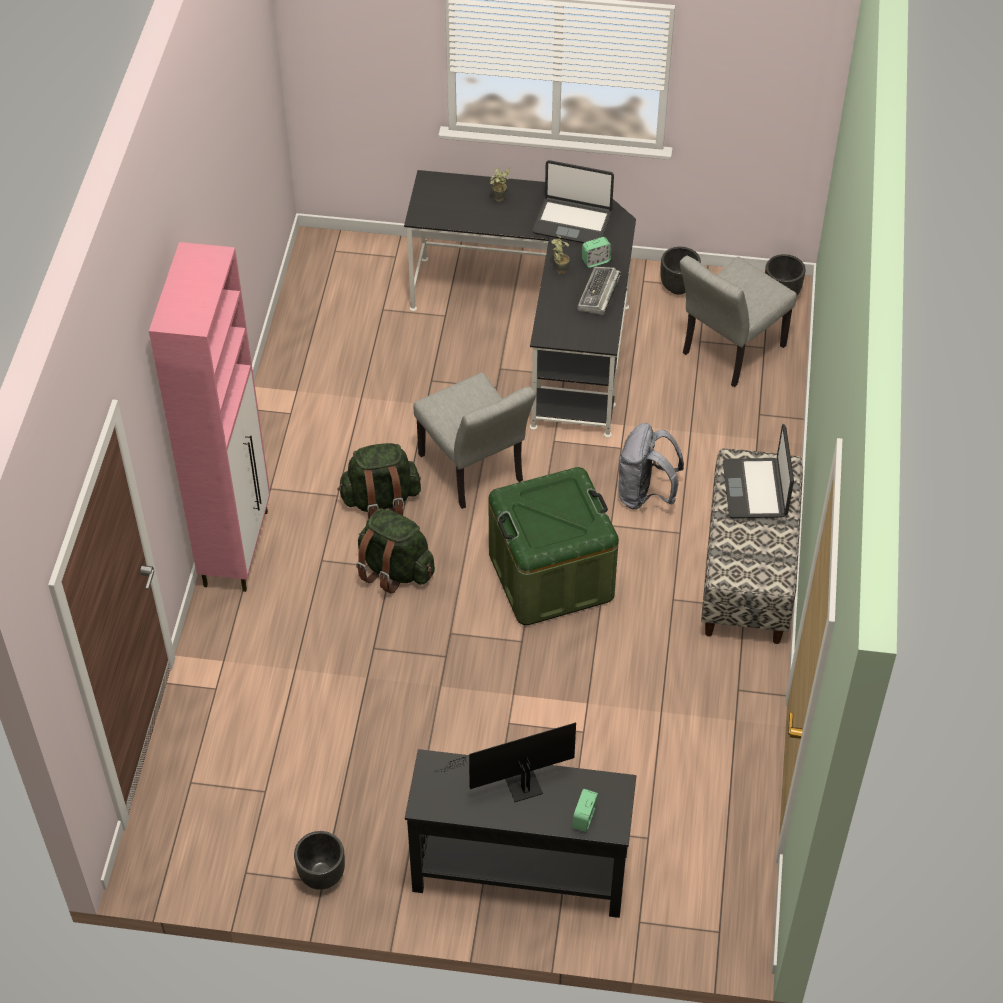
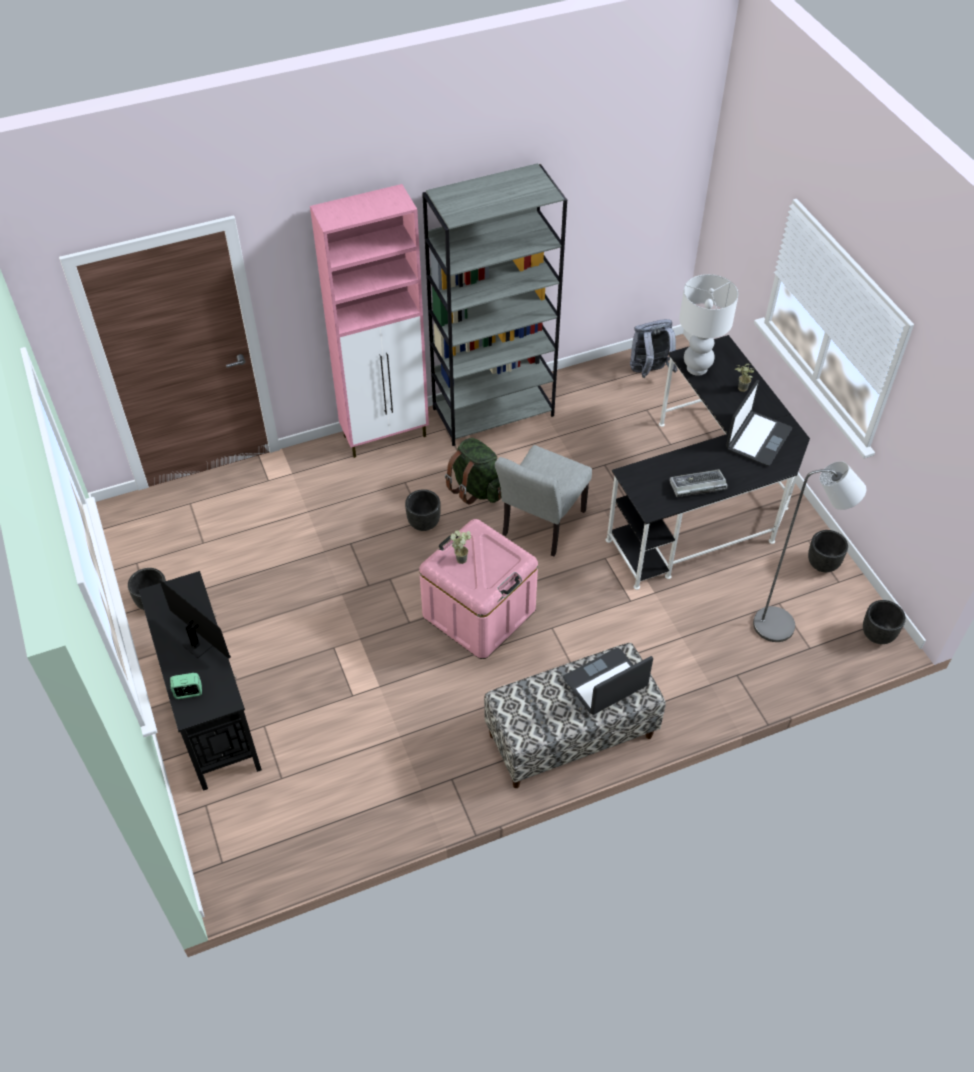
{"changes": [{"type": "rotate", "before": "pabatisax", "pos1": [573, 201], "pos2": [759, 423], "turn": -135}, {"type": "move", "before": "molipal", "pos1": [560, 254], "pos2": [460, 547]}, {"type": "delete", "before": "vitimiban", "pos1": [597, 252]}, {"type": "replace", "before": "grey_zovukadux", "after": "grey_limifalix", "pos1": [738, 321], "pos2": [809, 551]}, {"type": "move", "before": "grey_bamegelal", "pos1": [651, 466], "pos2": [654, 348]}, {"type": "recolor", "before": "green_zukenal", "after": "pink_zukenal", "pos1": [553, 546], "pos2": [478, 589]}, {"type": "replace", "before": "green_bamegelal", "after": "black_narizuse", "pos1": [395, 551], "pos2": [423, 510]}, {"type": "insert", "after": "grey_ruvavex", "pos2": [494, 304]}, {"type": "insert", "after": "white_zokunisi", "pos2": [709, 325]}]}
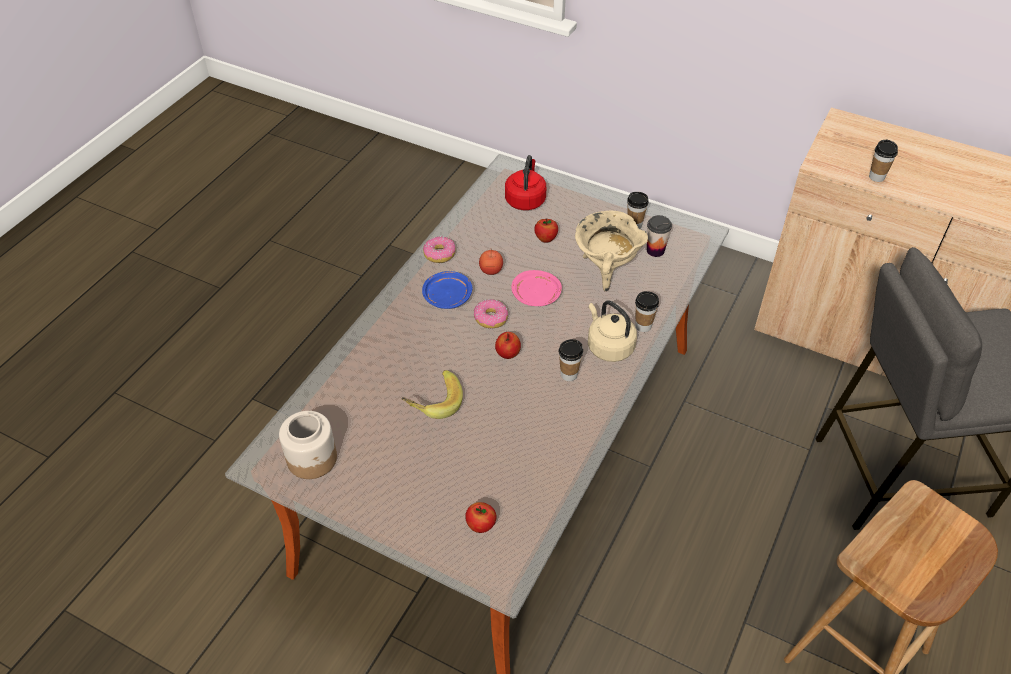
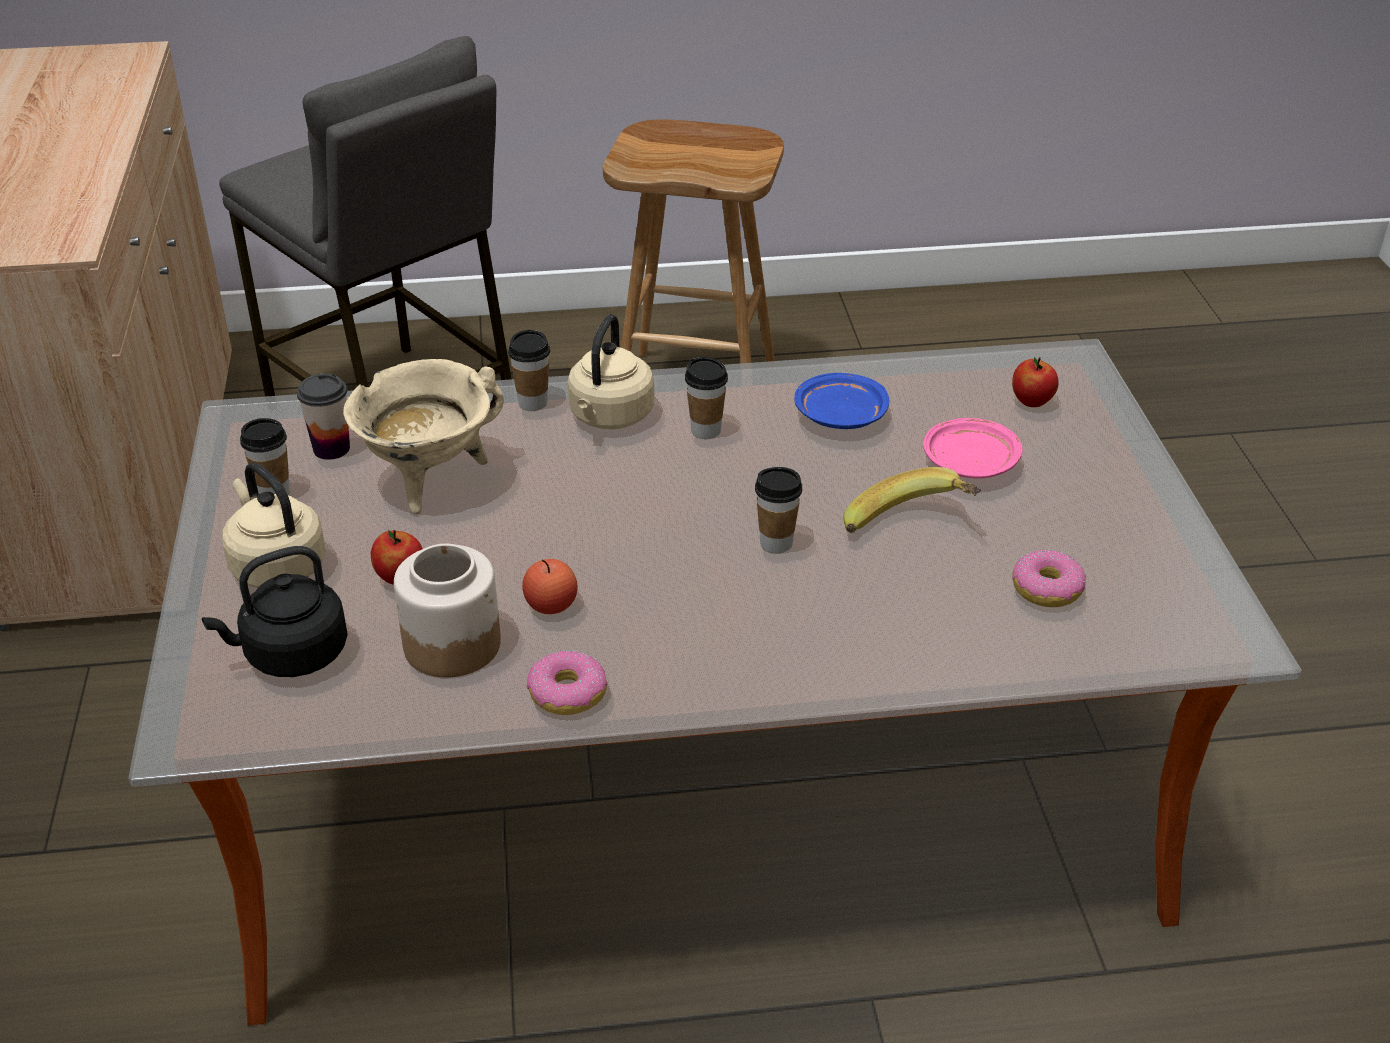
{"changes": [{"type": "move", "before": "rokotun", "pos1": [883, 161], "pos2": [778, 510]}, {"type": "recolor", "before": "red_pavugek", "after": "black_pavugek", "pos1": [525, 182], "pos2": [275, 611]}, {"type": "move", "before": "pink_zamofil", "pos1": [536, 288], "pos2": [973, 448]}, {"type": "move", "before": "blue_zamofil", "pos1": [447, 290], "pos2": [841, 401]}, {"type": "move", "before": "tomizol", "pos1": [491, 313], "pos2": [1049, 578]}, {"type": "delete", "before": "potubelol", "pos1": [508, 345]}, {"type": "move", "before": "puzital", "pos1": [308, 445], "pos2": [447, 611]}, {"type": "insert", "after": "beige_pavugek", "pos2": [274, 525]}]}
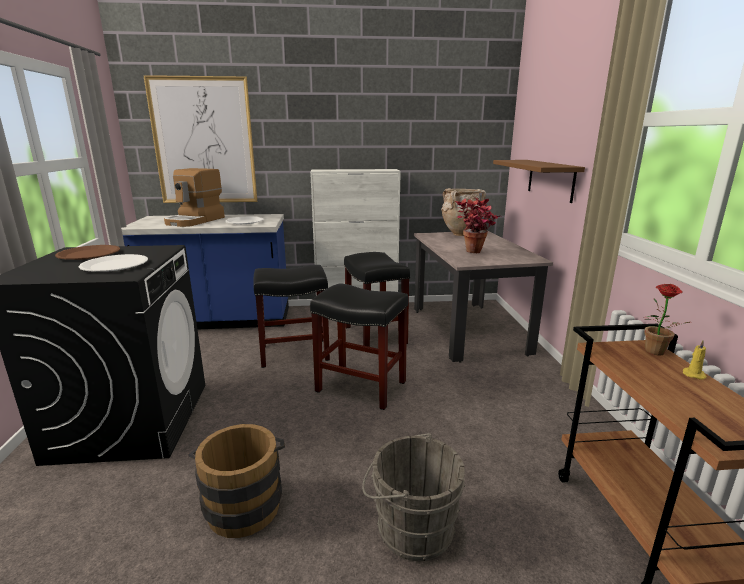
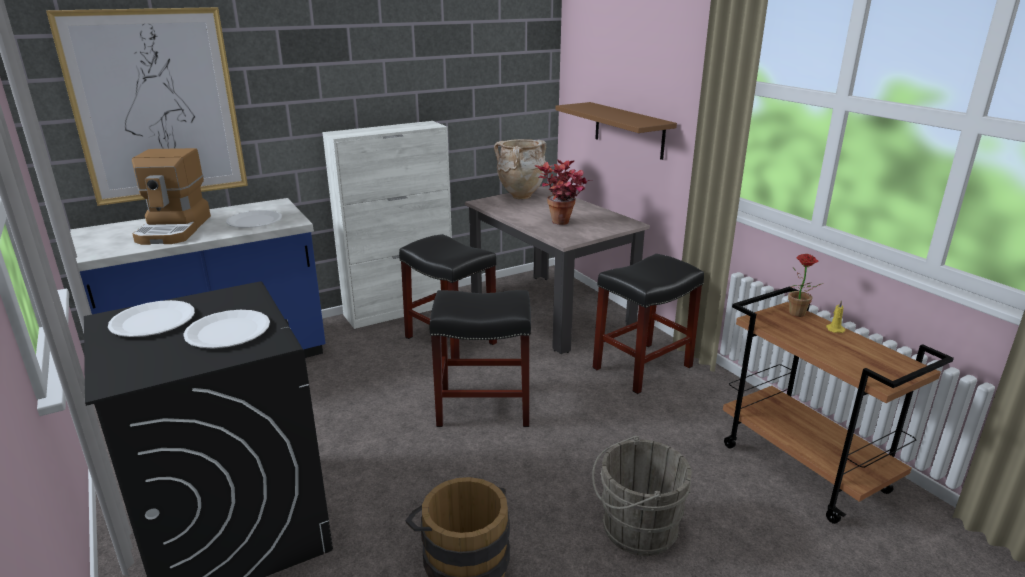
{"changes": [{"type": "recolor", "before": "brown_zamofil", "after": "white_zamofil", "pos1": [87, 252], "pos2": [151, 318]}, {"type": "move", "before": "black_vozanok", "pos1": [291, 316], "pos2": [648, 324]}]}
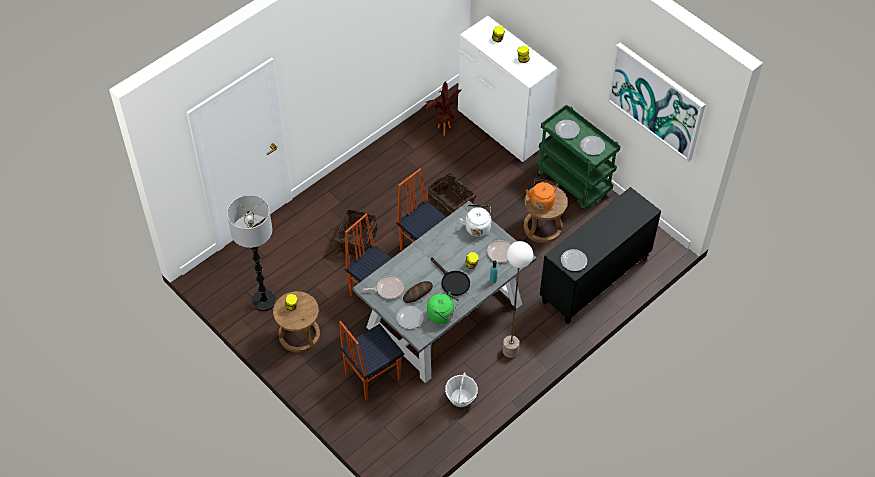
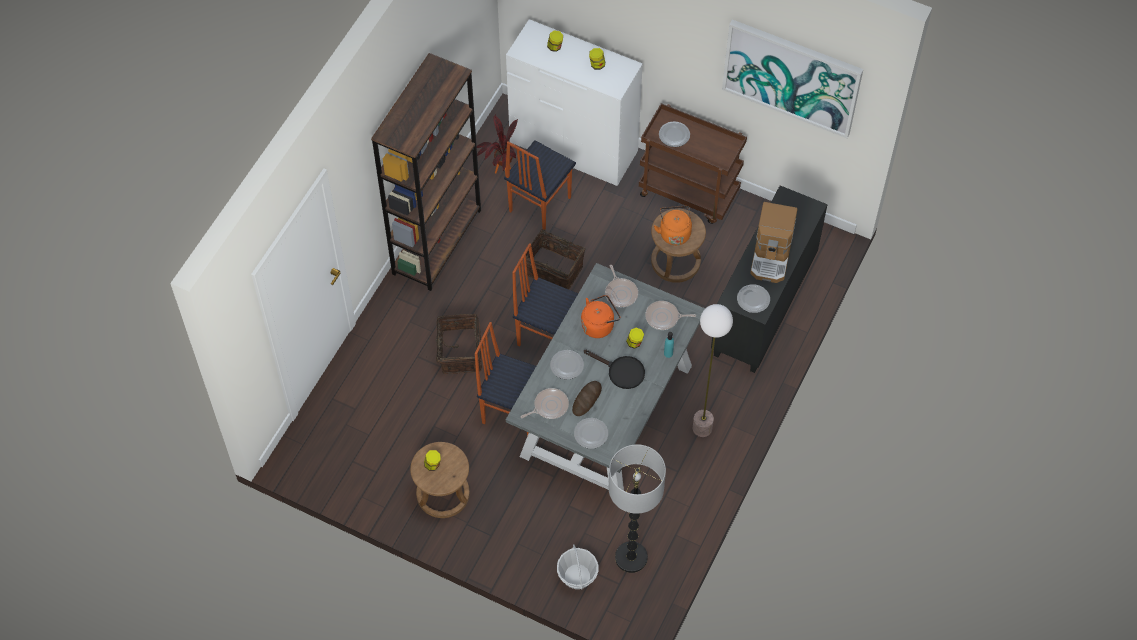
{"changes": [{"type": "recolor", "before": "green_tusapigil", "after": "brown_tusapigil", "pos1": [579, 156], "pos2": [693, 163]}, {"type": "move", "before": "zamofil", "pos1": [592, 145], "pos2": [567, 364]}, {"type": "move", "before": "limifalix", "pos1": [251, 253], "pos2": [637, 508]}, {"type": "replace", "before": "white_pavugek", "after": "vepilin", "pos1": [475, 221], "pos2": [621, 286]}, {"type": "delete", "before": "green_pavugek", "pos1": [443, 308]}, {"type": "move", "before": "zovukadux", "pos1": [371, 361], "pos2": [540, 185]}, {"type": "move", "before": "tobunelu", "pos1": [461, 389], "pos2": [578, 567]}, {"type": "insert", "after": "brown_ruvavex", "pos2": [426, 172]}, {"type": "insert", "after": "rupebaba", "pos2": [773, 242]}, {"type": "insert", "after": "orange_pavugek", "pos2": [600, 316]}]}
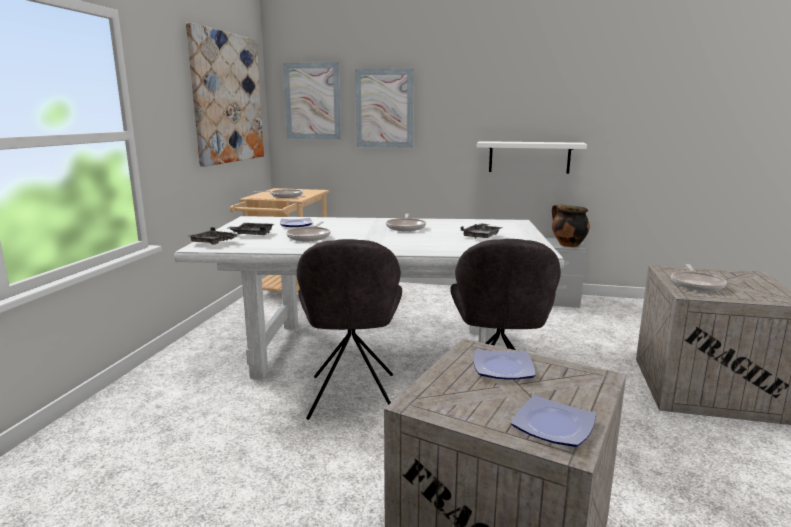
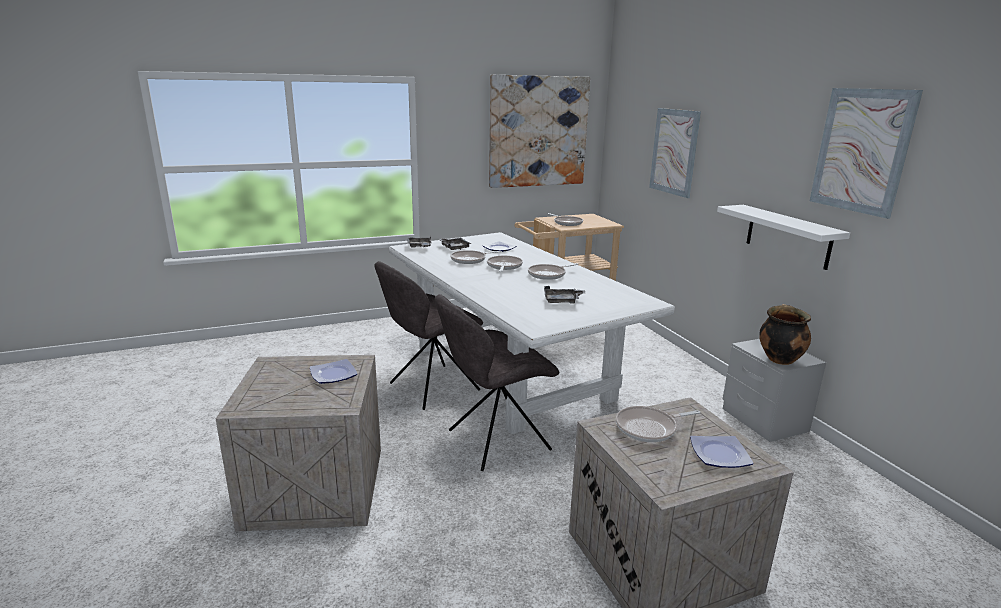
{"changes": [{"type": "move", "before": "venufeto", "pos1": [312, 100], "pos2": [866, 153]}, {"type": "move", "before": "zamofil", "pos1": [553, 421], "pos2": [722, 452]}, {"type": "insert", "after": "vepilin", "pos2": [505, 264]}]}
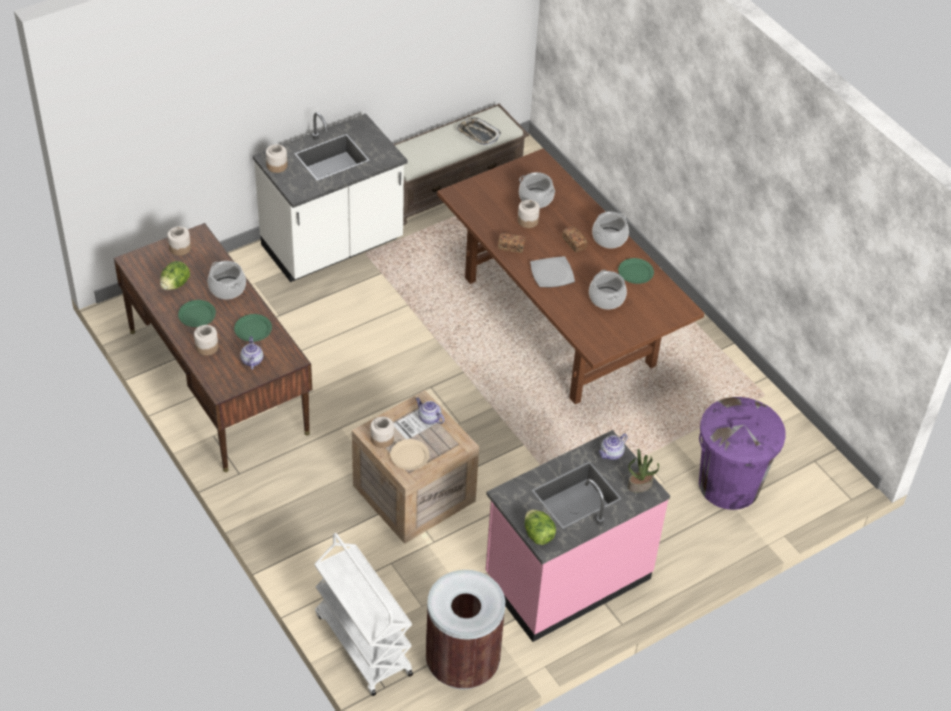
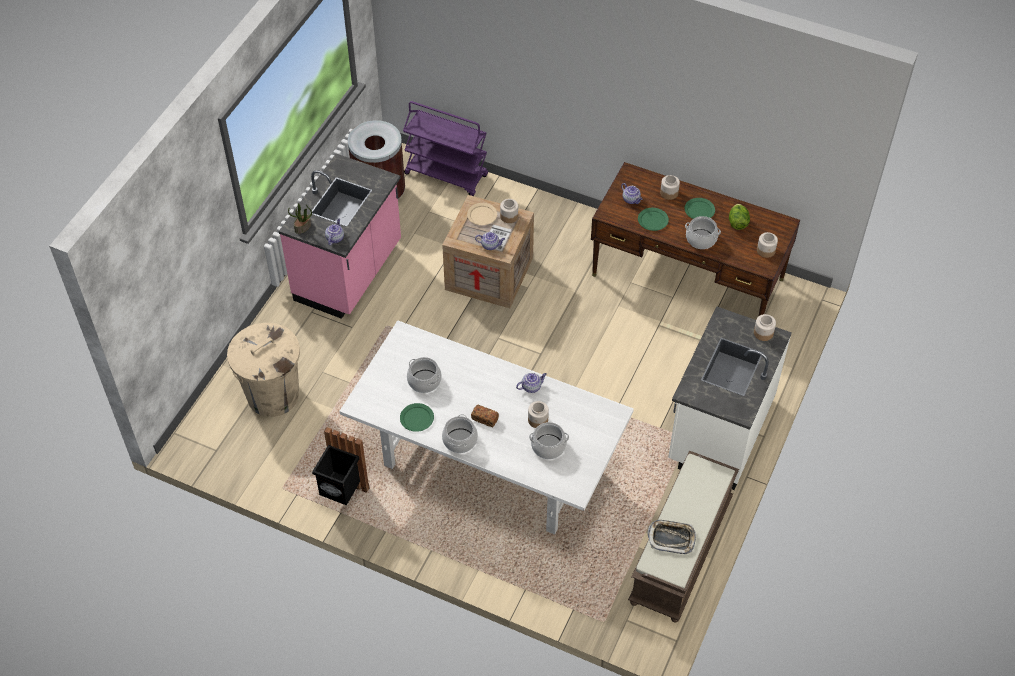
{"changes": [{"type": "recolor", "before": "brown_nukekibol", "after": "white_nukekibol", "pos1": [570, 276], "pos2": [487, 427]}, {"type": "replace", "before": "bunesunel", "after": "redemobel", "pos1": [512, 243], "pos2": [531, 383]}, {"type": "delete", "before": "zamofil", "pos1": [552, 271]}, {"type": "recolor", "before": "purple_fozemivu", "after": "beige_fozemivu", "pos1": [742, 453], "pos2": [263, 370]}, {"type": "delete", "before": "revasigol", "pos1": [540, 527]}, {"type": "recolor", "before": "white_tusapigil", "after": "purple_tusapigil", "pos1": [363, 614], "pos2": [445, 148]}, {"type": "insert", "after": "black_fozemivu", "pos2": [340, 466]}]}
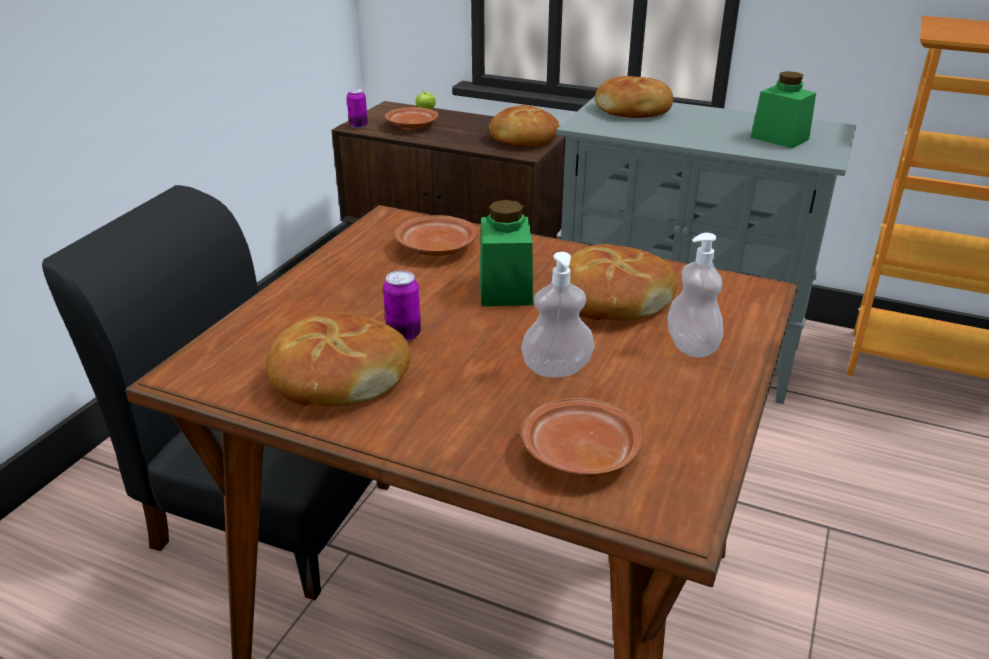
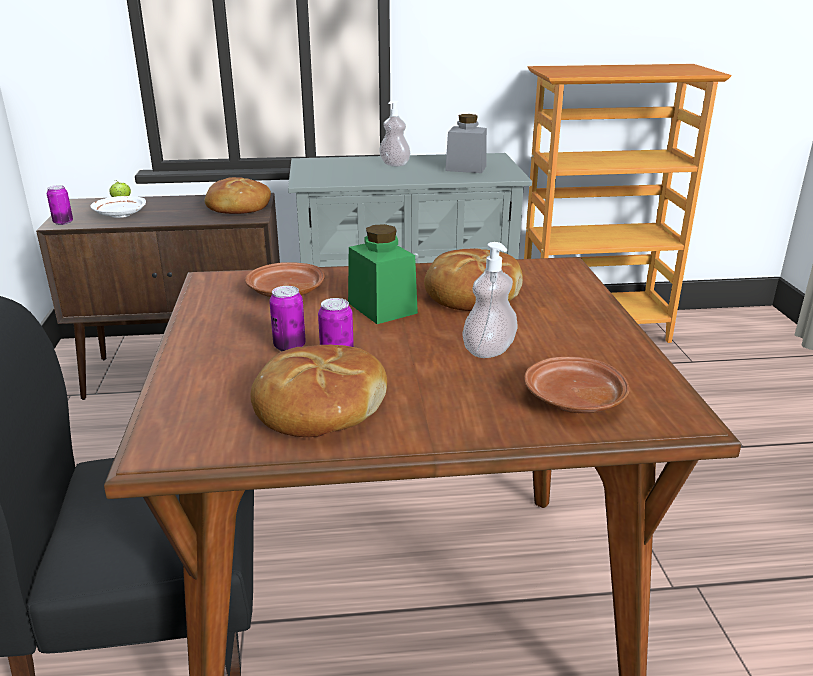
{"changes": [{"type": "recolor", "before": "green_puzital", "after": "grey_puzital", "pos1": [783, 109], "pos2": [466, 143]}, {"type": "delete", "before": "bunesunel", "pos1": [634, 97]}, {"type": "recolor", "before": "brown_zamofil", "after": "white_zamofil", "pos1": [411, 118], "pos2": [118, 207]}, {"type": "move", "before": "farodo", "pos1": [695, 295], "pos2": [395, 133]}, {"type": "insert", "after": "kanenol", "pos2": [287, 318]}]}
